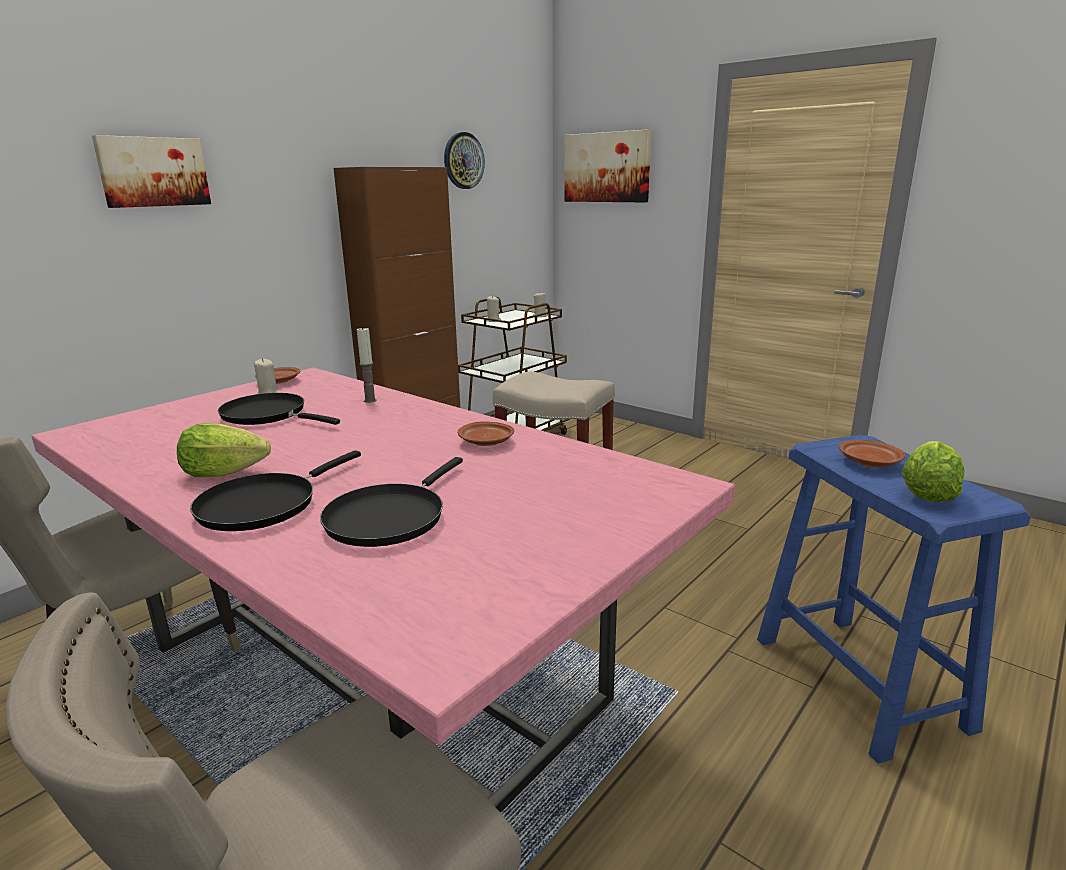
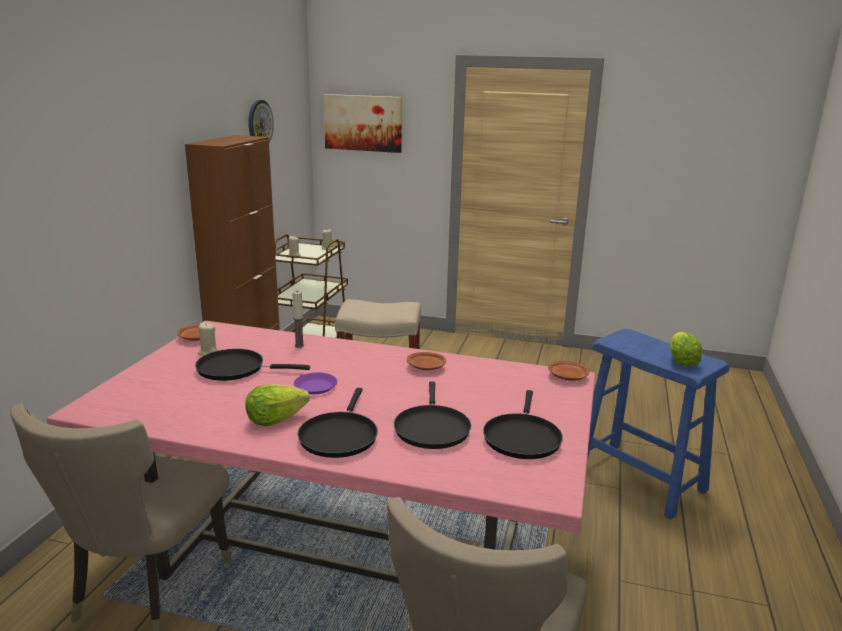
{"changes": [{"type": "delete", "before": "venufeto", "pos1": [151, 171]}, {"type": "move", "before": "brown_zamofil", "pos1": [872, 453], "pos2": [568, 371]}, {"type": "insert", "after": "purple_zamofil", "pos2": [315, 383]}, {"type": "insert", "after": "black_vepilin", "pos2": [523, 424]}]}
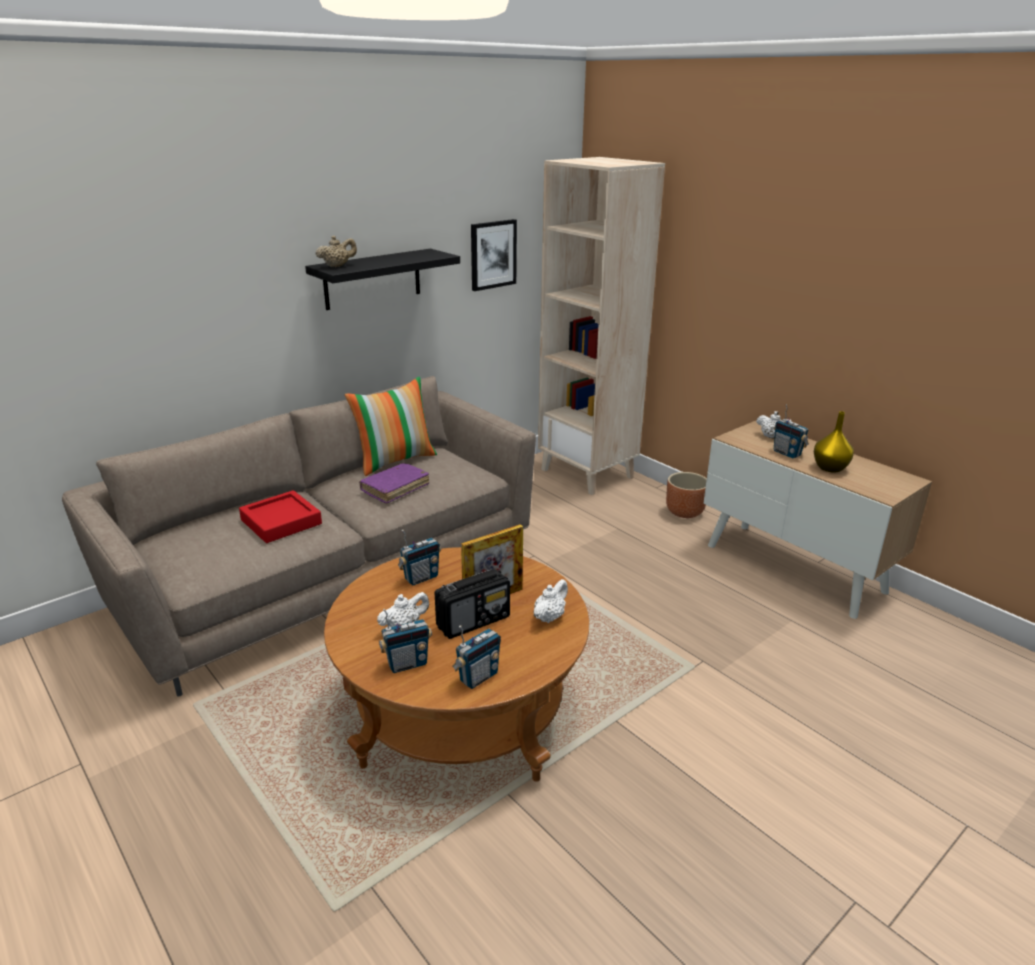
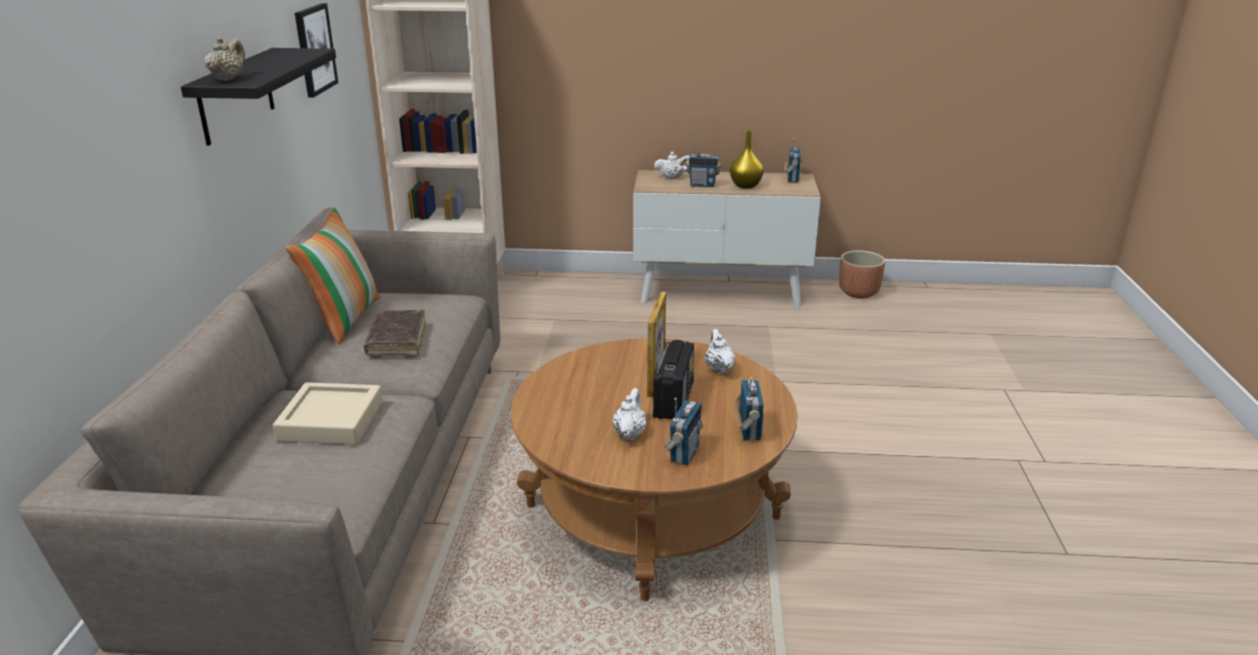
{"changes": [{"type": "recolor", "before": "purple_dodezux", "after": "brown_dodezux", "pos1": [394, 483], "pos2": [395, 333]}, {"type": "move", "before": "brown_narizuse", "pos1": [686, 495], "pos2": [862, 274]}, {"type": "recolor", "before": "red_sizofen", "after": "beige_sizofen", "pos1": [280, 516], "pos2": [328, 413]}, {"type": "move", "before": "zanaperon", "pos1": [419, 557], "pos2": [793, 160]}]}
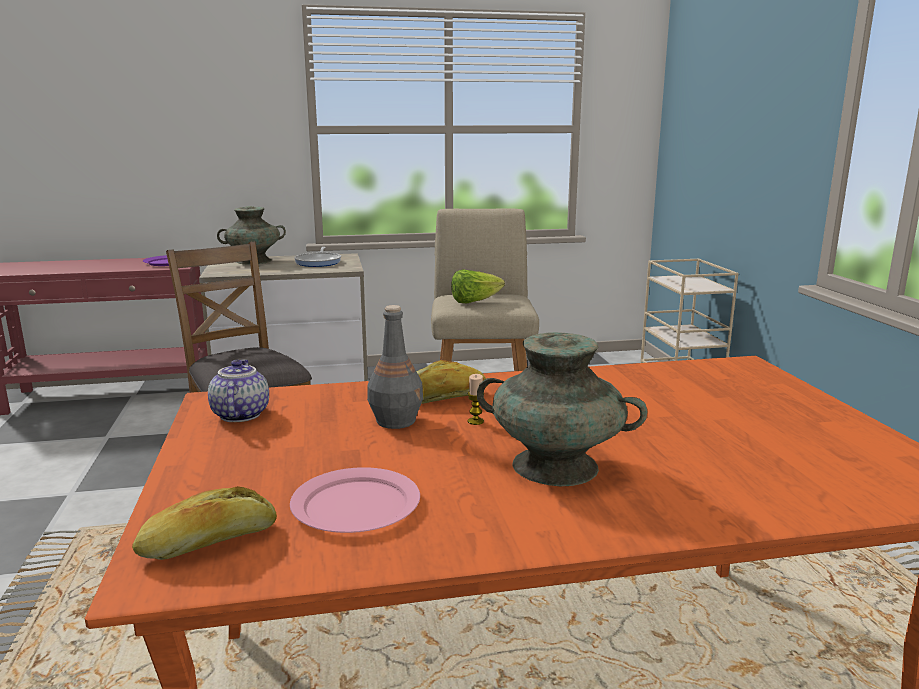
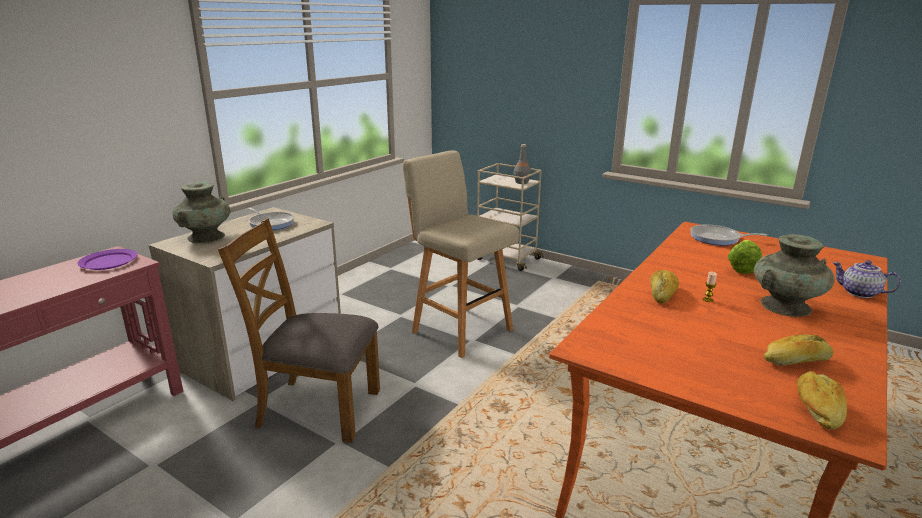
{"changes": [{"type": "move", "before": "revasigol", "pos1": [478, 286], "pos2": [745, 257]}, {"type": "move", "before": "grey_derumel", "pos1": [395, 367], "pos2": [522, 164]}, {"type": "move", "before": "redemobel", "pos1": [238, 391], "pos2": [866, 279]}, {"type": "replace", "before": "pink_zamofil", "after": "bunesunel", "pos1": [355, 500], "pos2": [798, 350]}, {"type": "insert", "after": "vepilin", "pos2": [728, 235]}]}
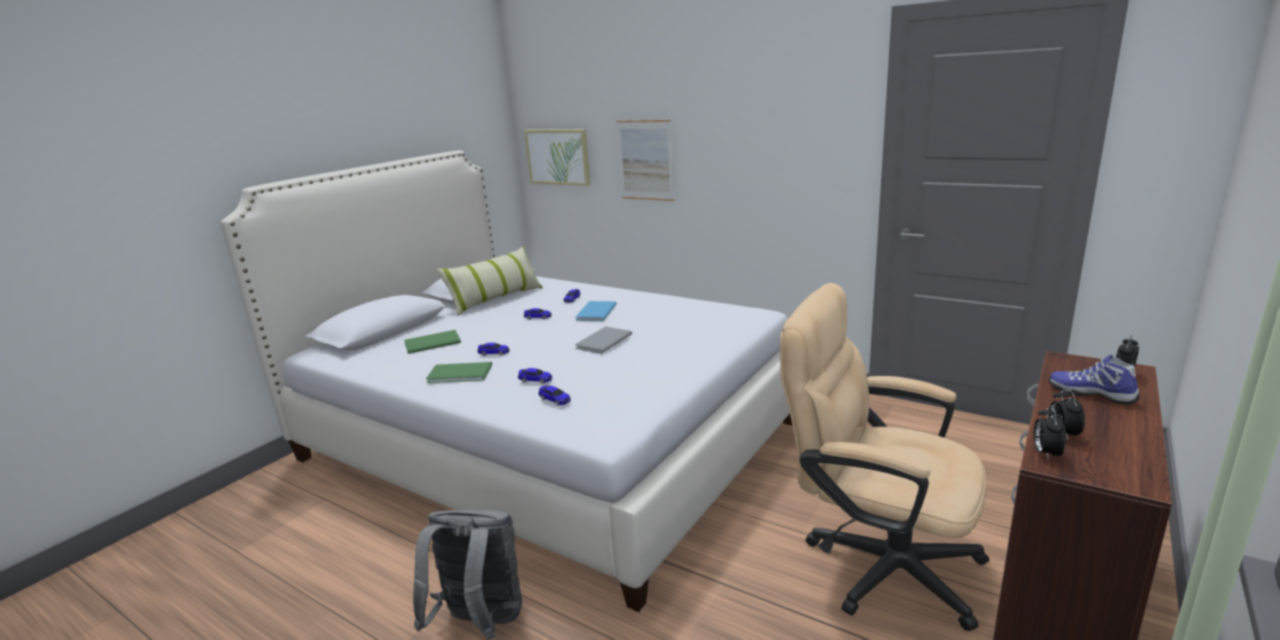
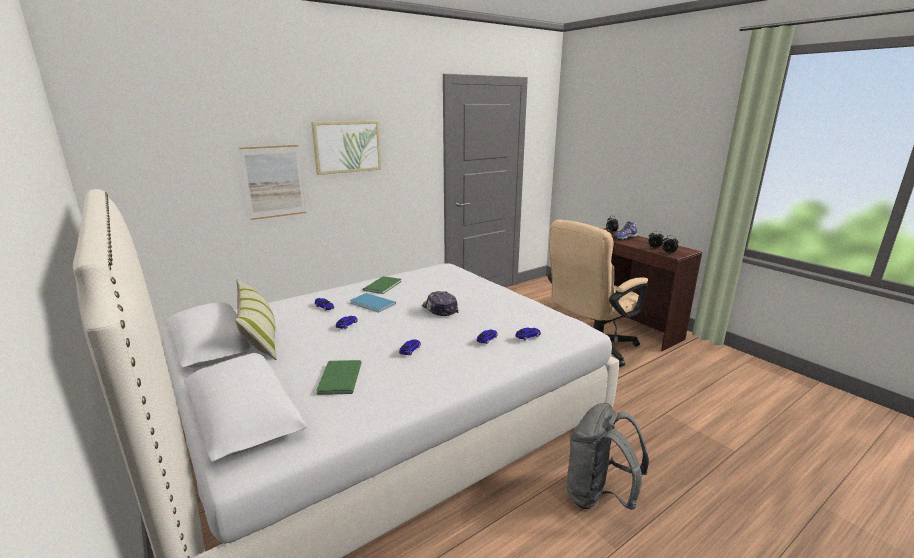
{"changes": [{"type": "move", "before": "venufeto", "pos1": [557, 157], "pos2": [346, 148]}, {"type": "replace", "before": "grey_dodezux", "after": "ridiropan", "pos1": [603, 340], "pos2": [440, 303]}, {"type": "move", "before": "green_dodezux", "pos1": [459, 372], "pos2": [382, 285]}]}
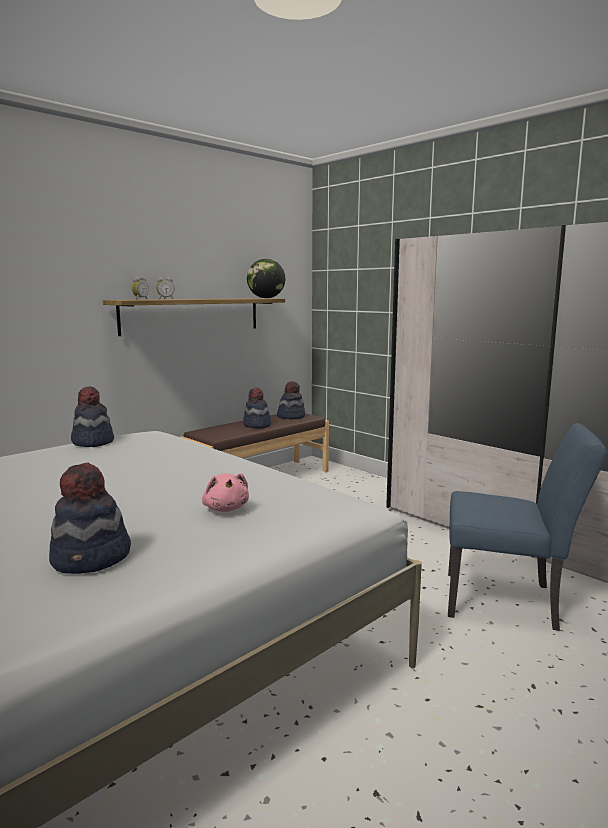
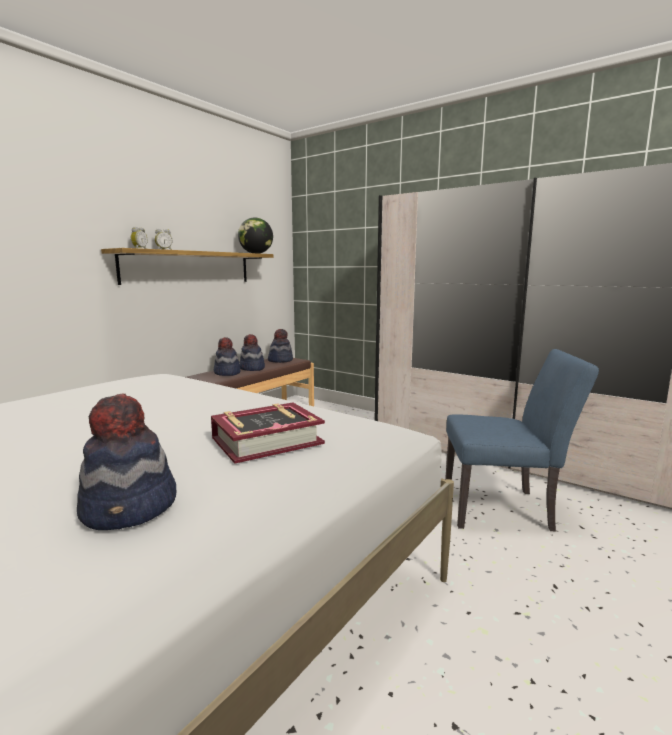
{"changes": [{"type": "move", "before": "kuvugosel", "pos1": [92, 416], "pos2": [227, 356]}, {"type": "replace", "before": "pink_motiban", "after": "dodezux", "pos1": [225, 492], "pos2": [268, 433]}]}
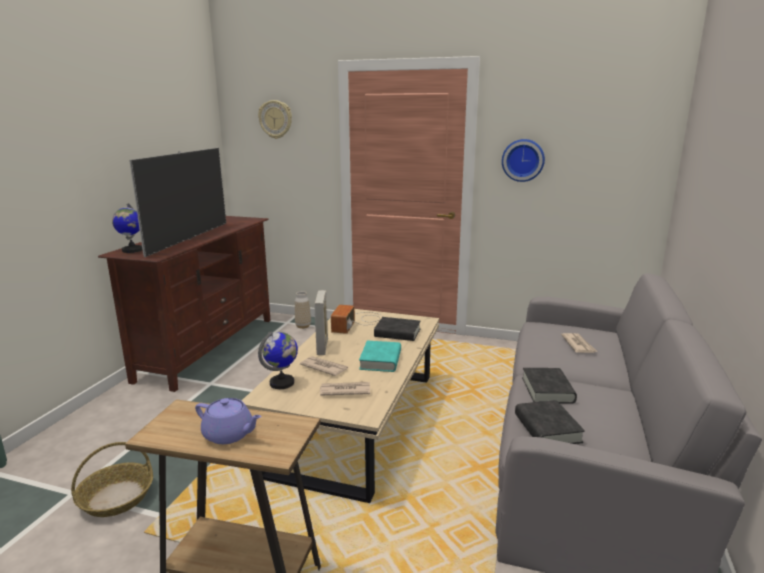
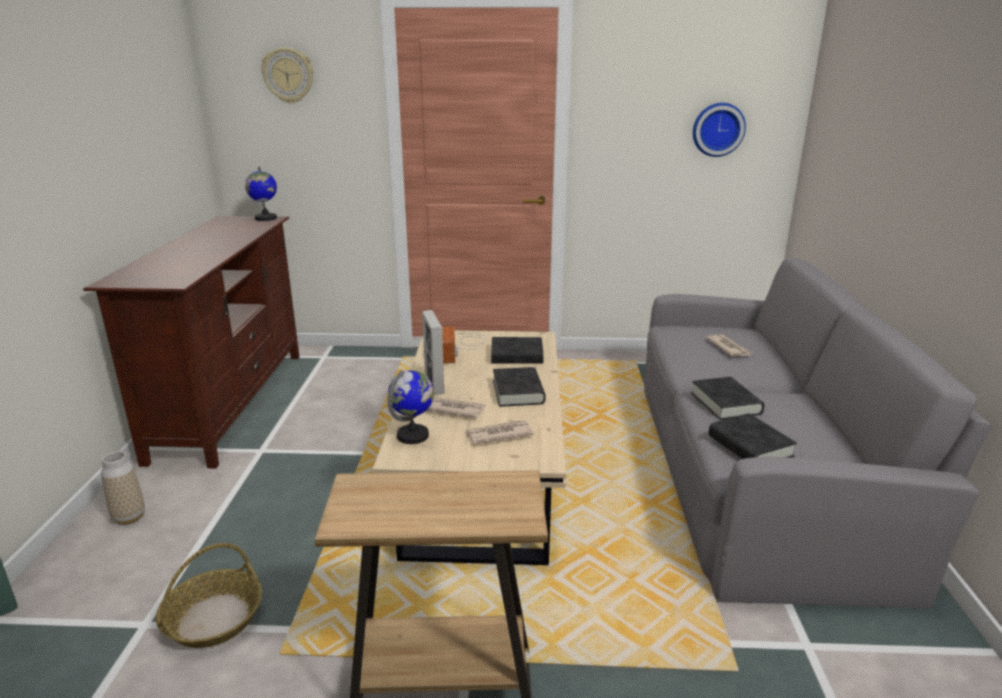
{"changes": [{"type": "move", "before": "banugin", "pos1": [523, 160], "pos2": [719, 130]}, {"type": "delete", "before": "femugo", "pos1": [177, 202]}, {"type": "move", "before": "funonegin", "pos1": [127, 228], "pos2": [261, 193]}, {"type": "move", "before": "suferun", "pos1": [303, 310], "pos2": [123, 488]}, {"type": "recolor", "before": "turquoise_dodezux", "after": "black_dodezux", "pos1": [380, 356], "pos2": [519, 387]}, {"type": "delete", "before": "purple_redemobel", "pos1": [228, 421]}]}
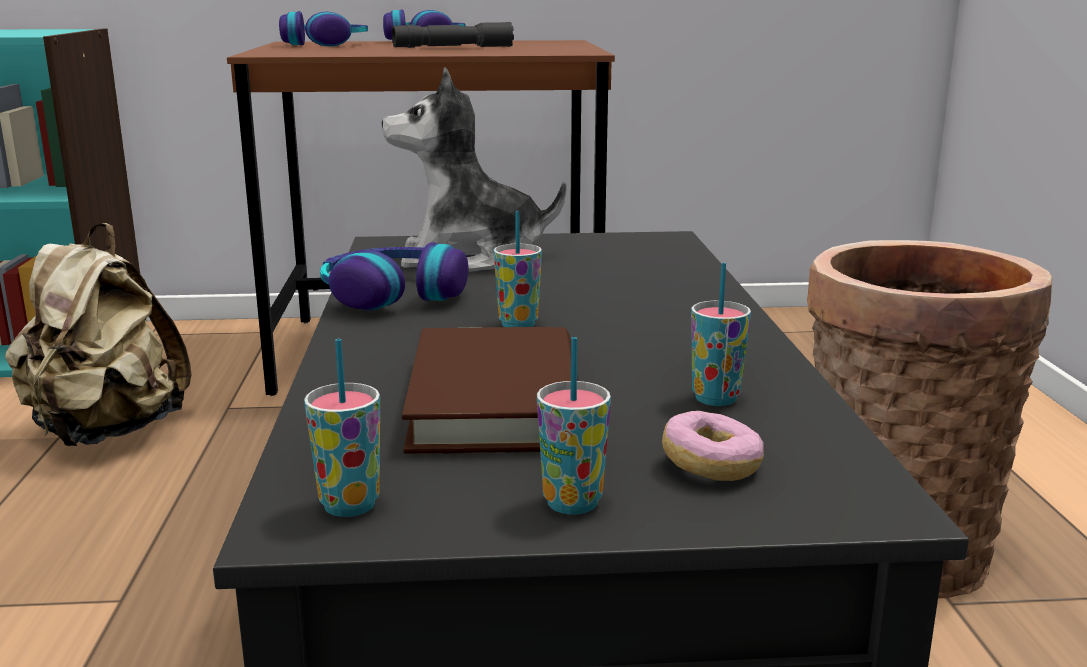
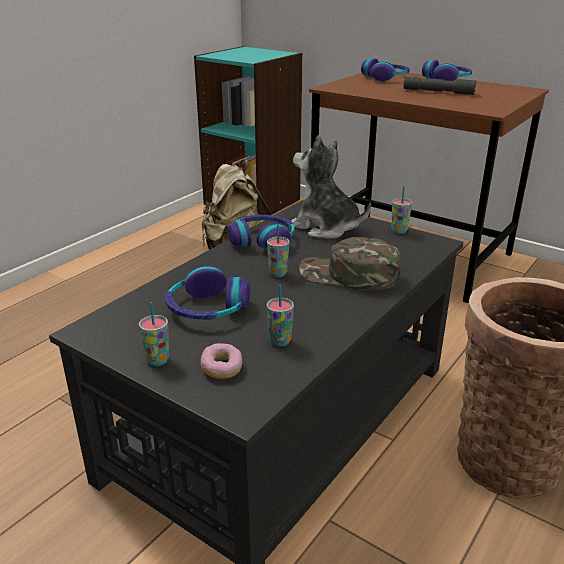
{"changes": [{"type": "replace", "before": "brown_dodezux", "after": "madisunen", "pos1": [490, 390], "pos2": [207, 293]}, {"type": "move", "before": "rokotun", "pos1": [342, 428], "pos2": [402, 210]}, {"type": "insert", "after": "green_ridiropan", "pos2": [350, 263]}]}
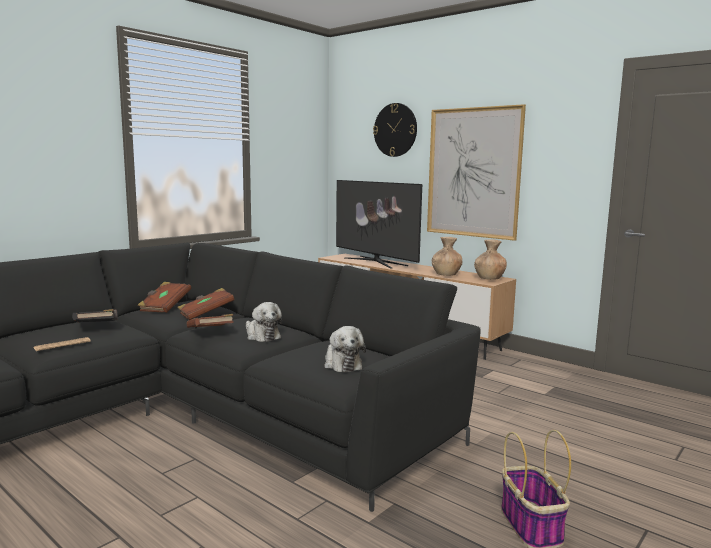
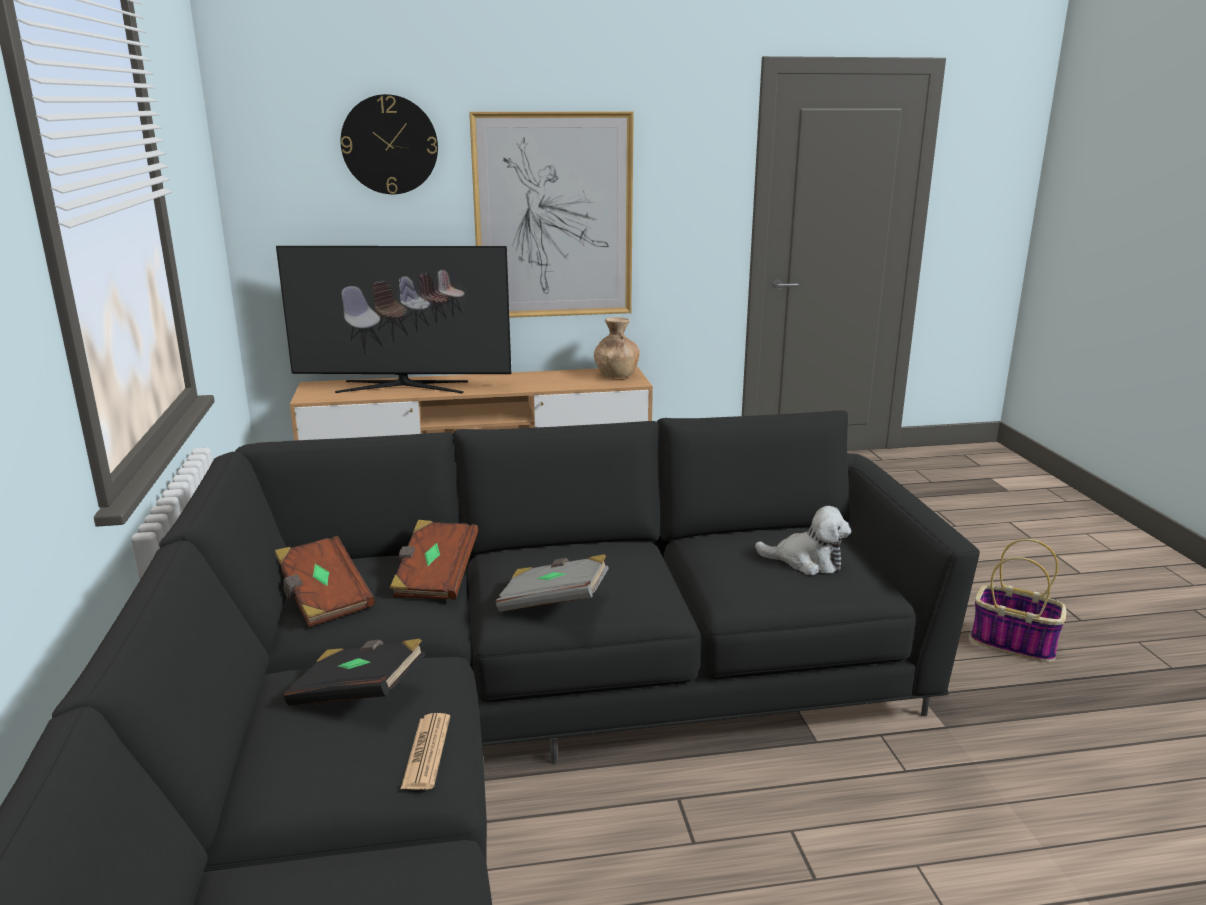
{"changes": [{"type": "delete", "before": "brown_suferun", "pos1": [447, 256]}, {"type": "delete", "before": "motiban", "pos1": [264, 322]}, {"type": "recolor", "before": "brown_dodezux", "after": "grey_dodezux", "pos1": [210, 321], "pos2": [552, 583]}]}
